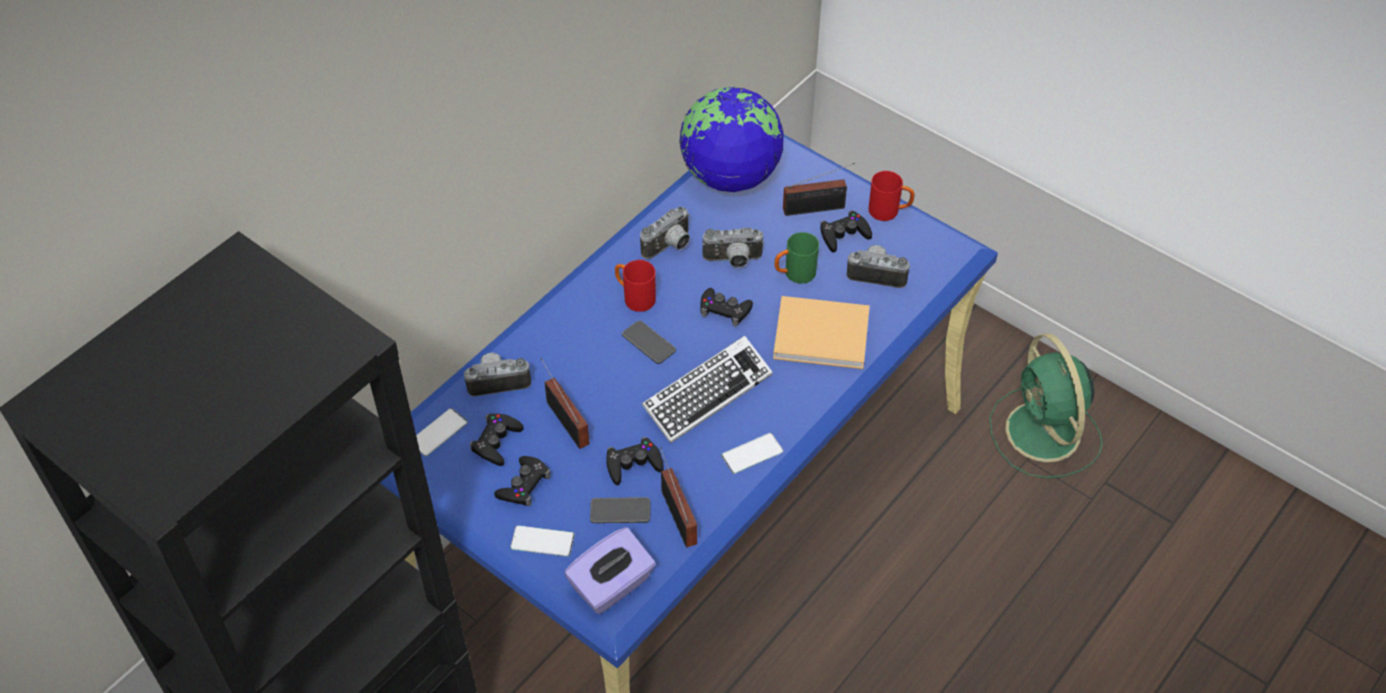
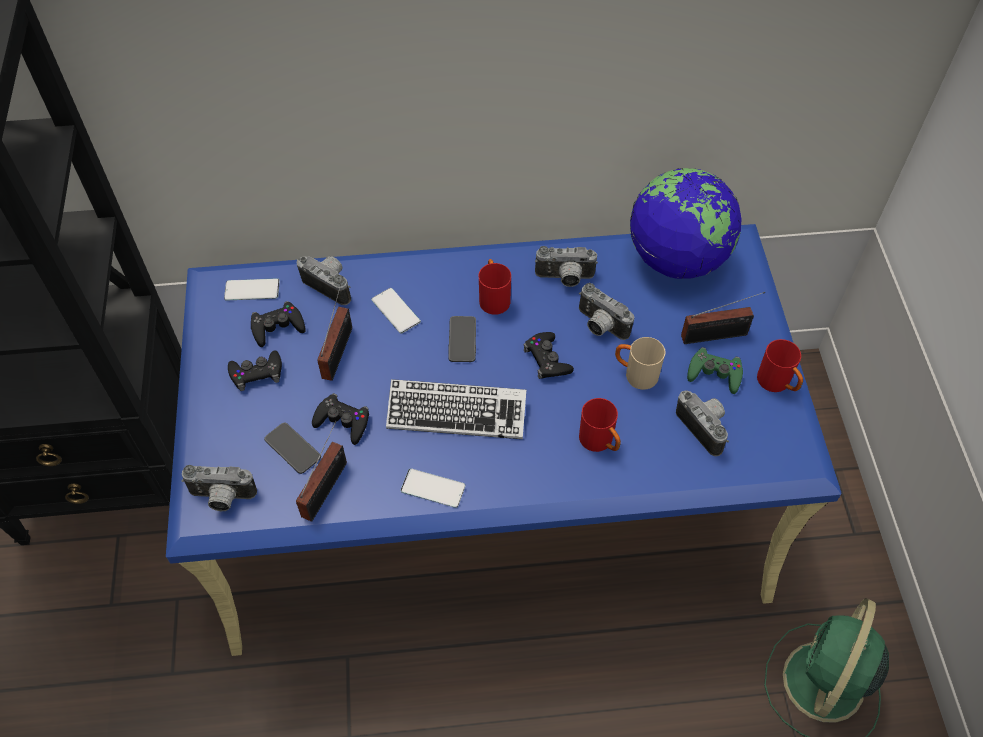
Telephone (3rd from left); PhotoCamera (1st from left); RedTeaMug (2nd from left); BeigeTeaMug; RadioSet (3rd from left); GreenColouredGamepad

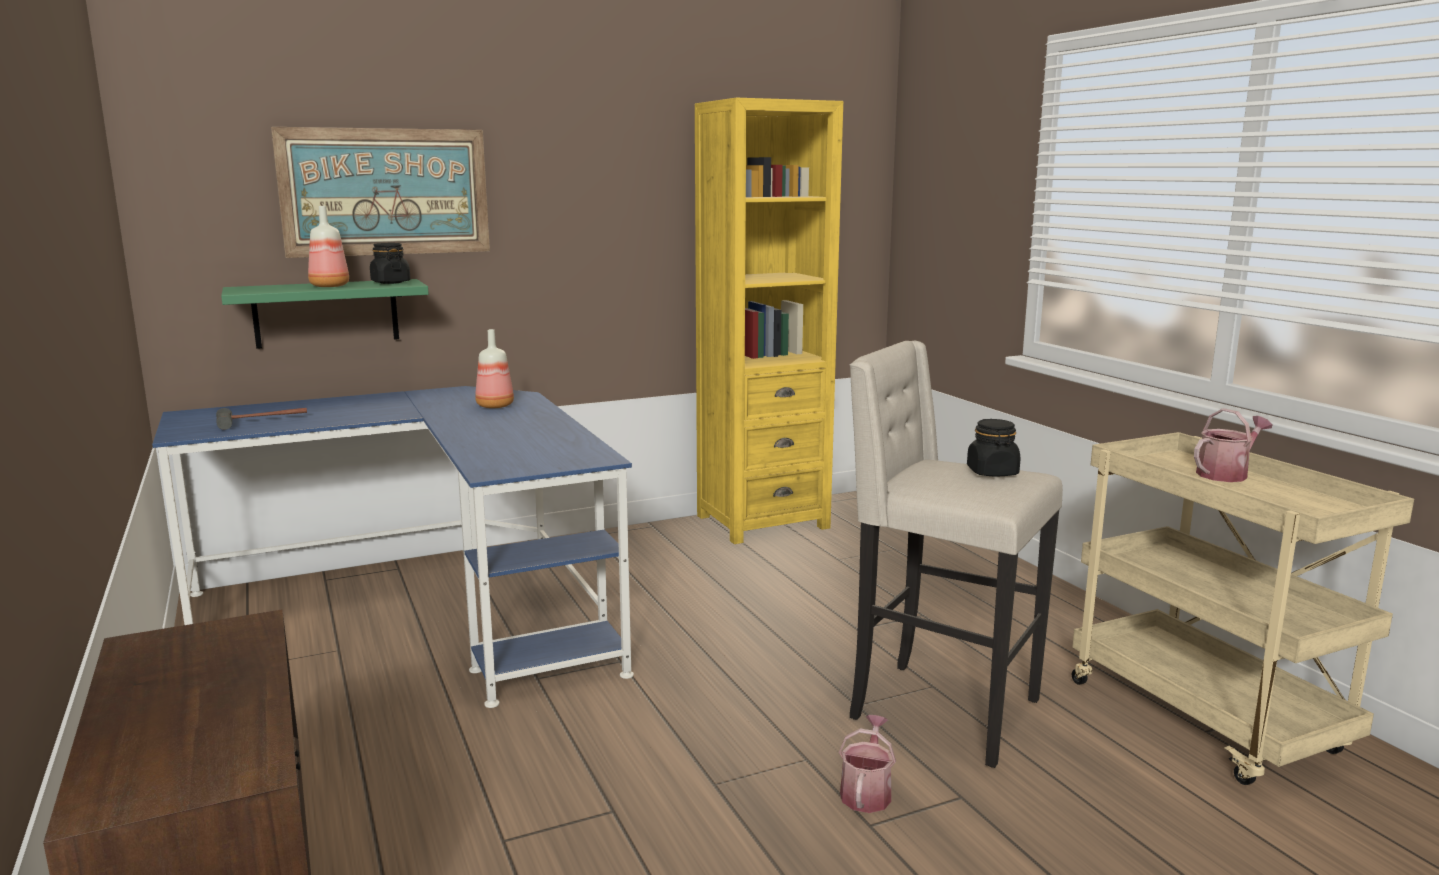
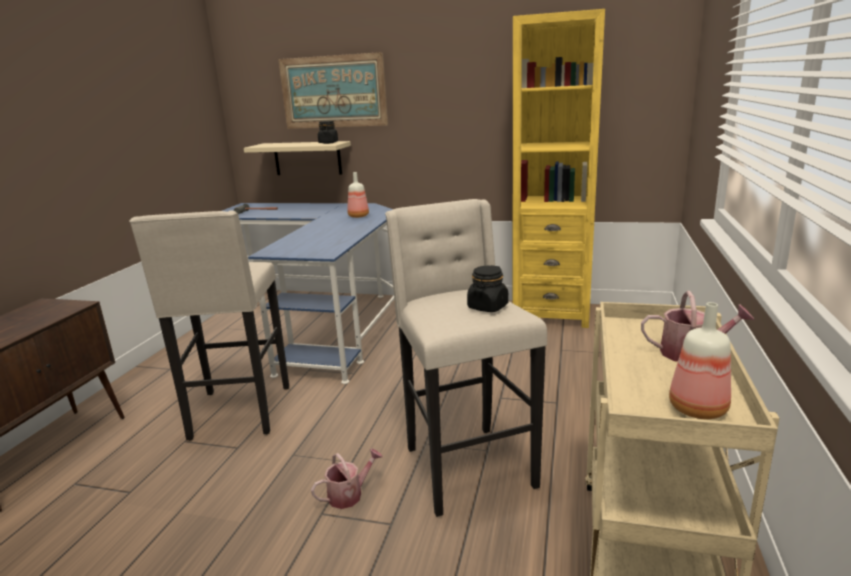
BeigeShelf; Bottle (2nd from left); BeigeSittingStool (1st from left)

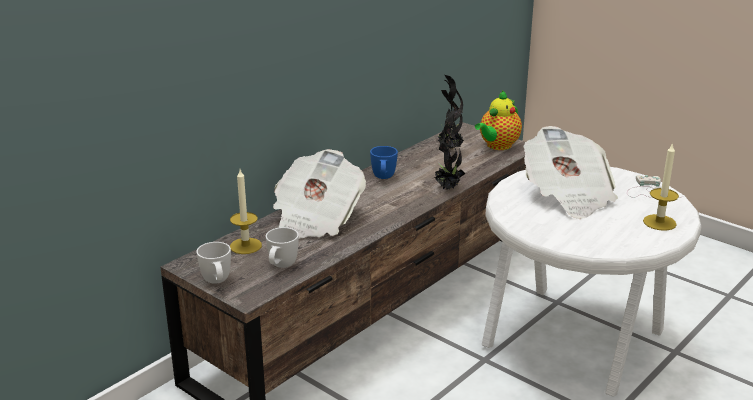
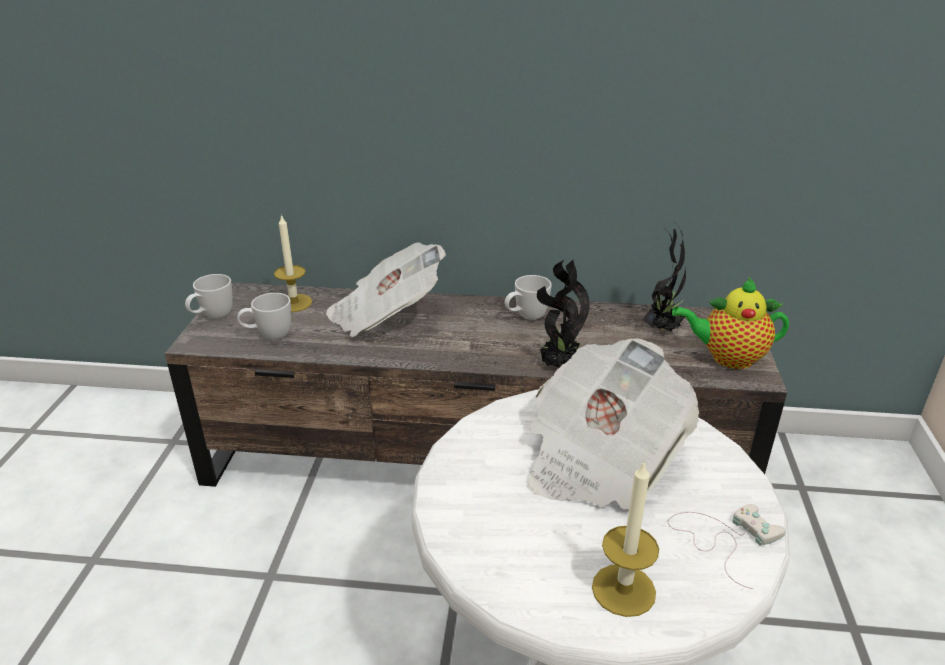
WhiteColouredTeaMug (3rd from left)

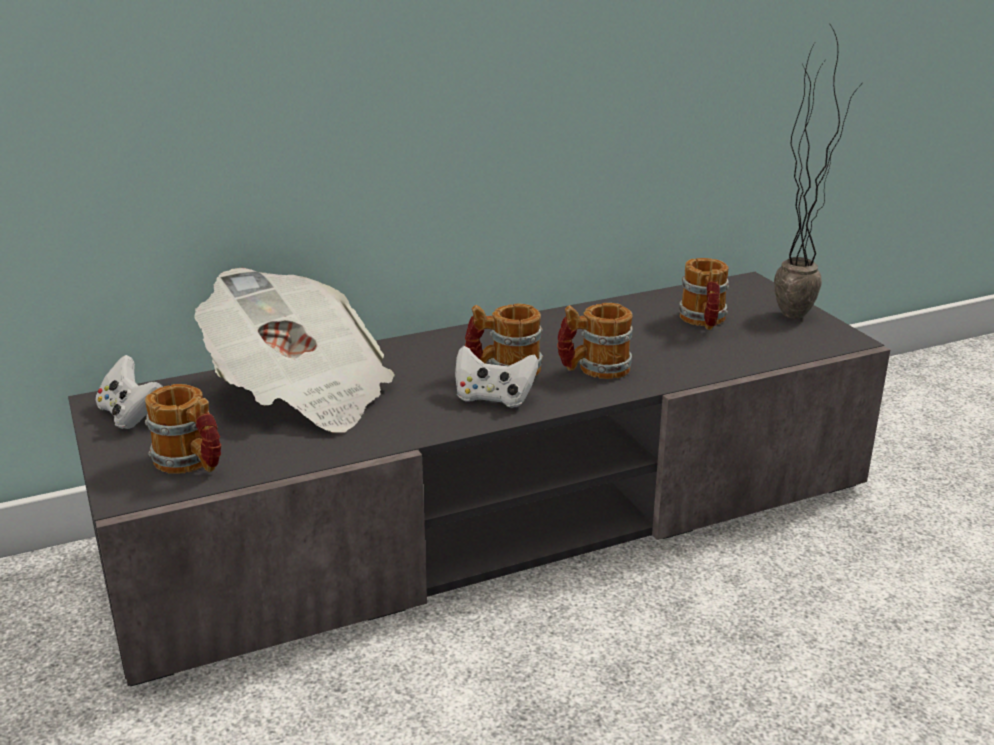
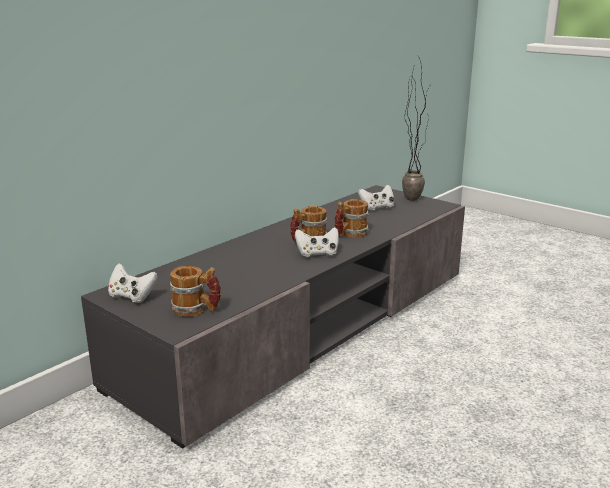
Newspaper; WhiteColouredGamepad (3rd from left)

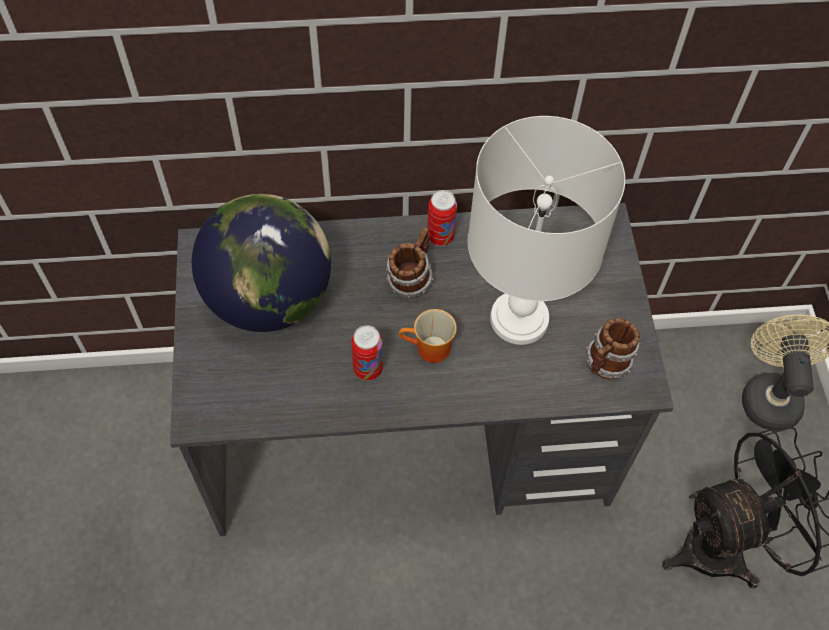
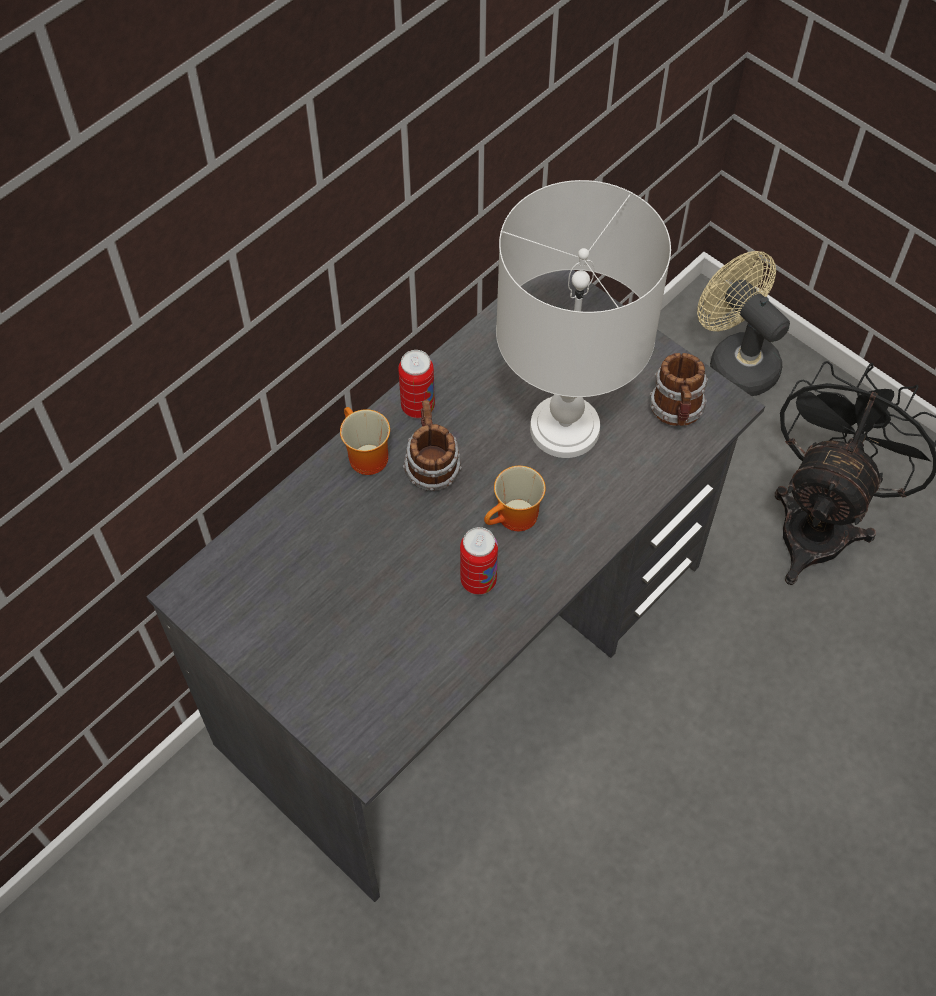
DeskGlobe; TeaMug (1st from left)

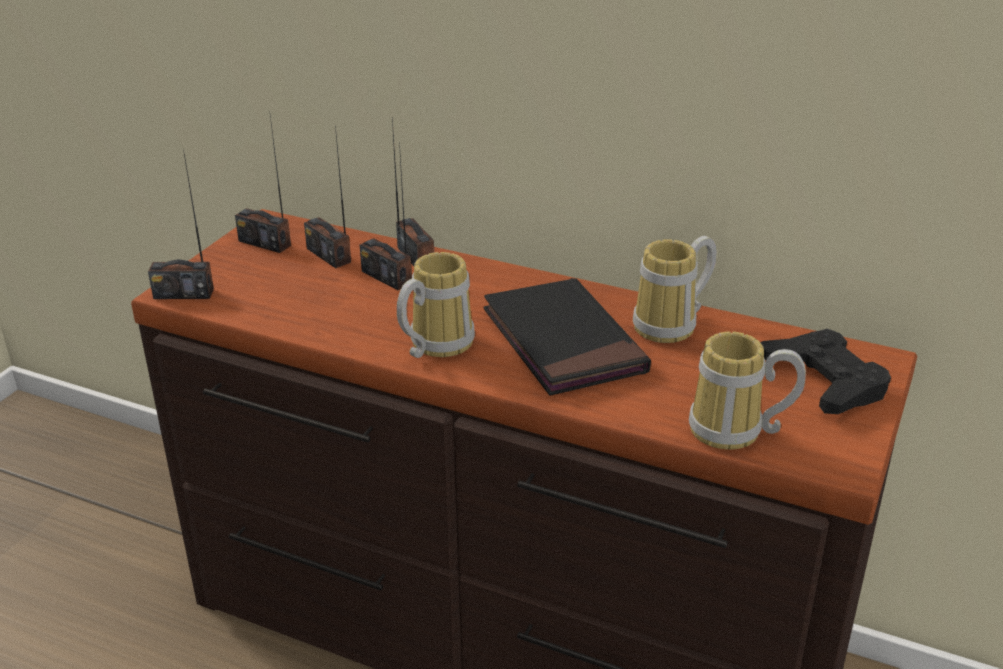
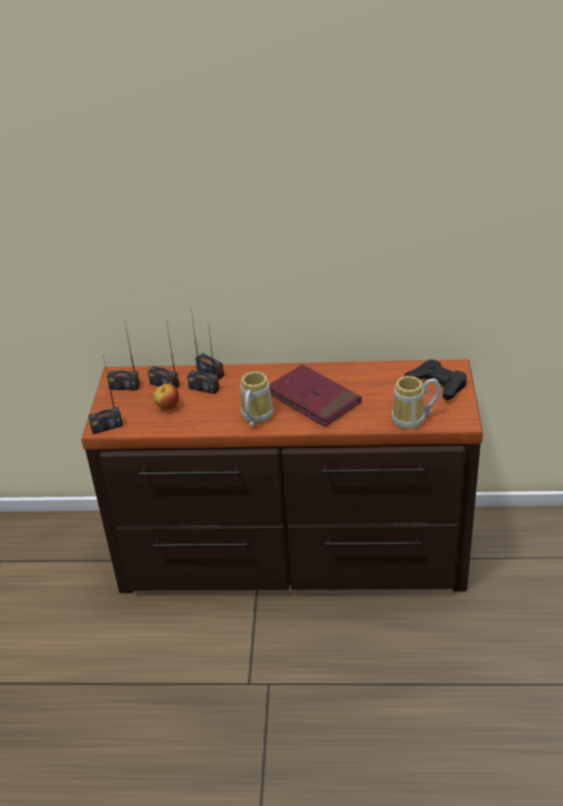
RedVolume; TeaMug (2nd from left in the first image); WholeApple

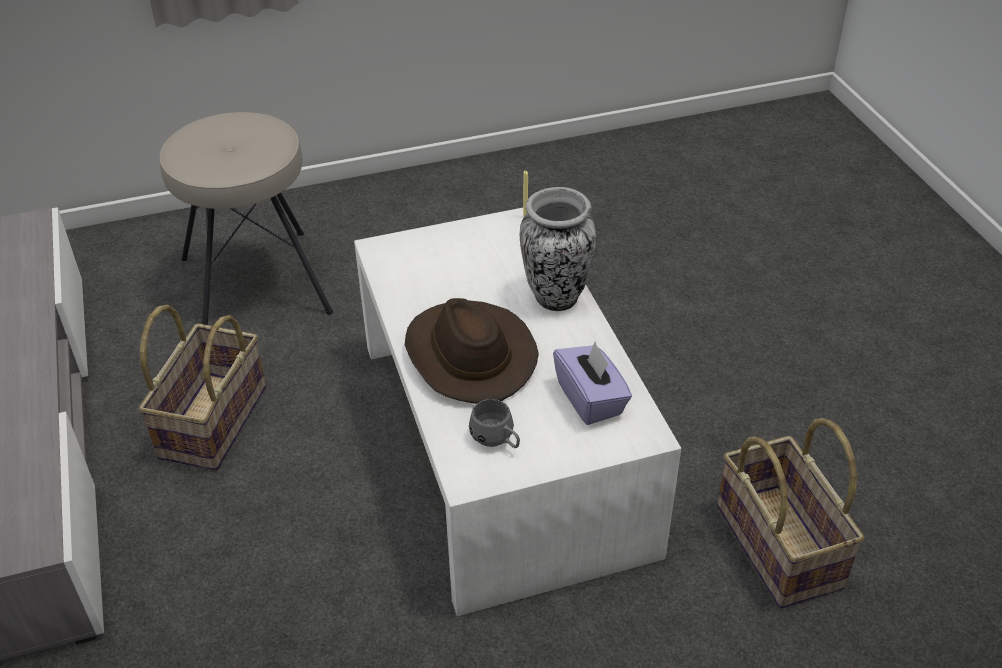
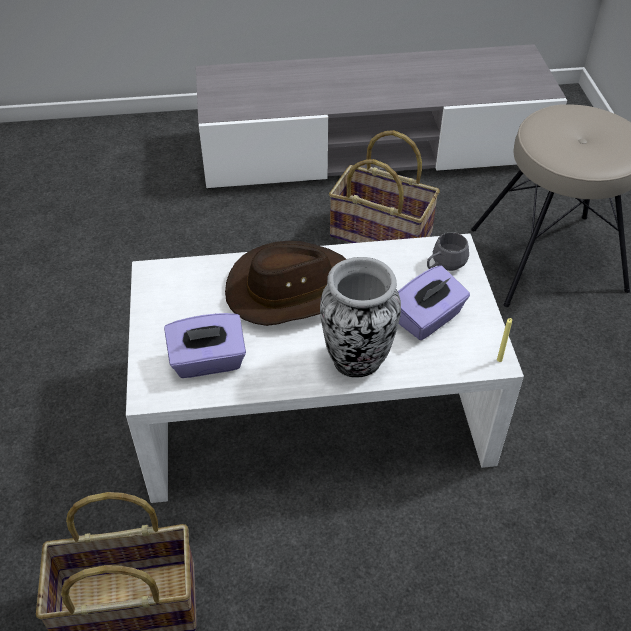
GrayTeaMug; PurpleColouredTissueHolder (2nd from left)

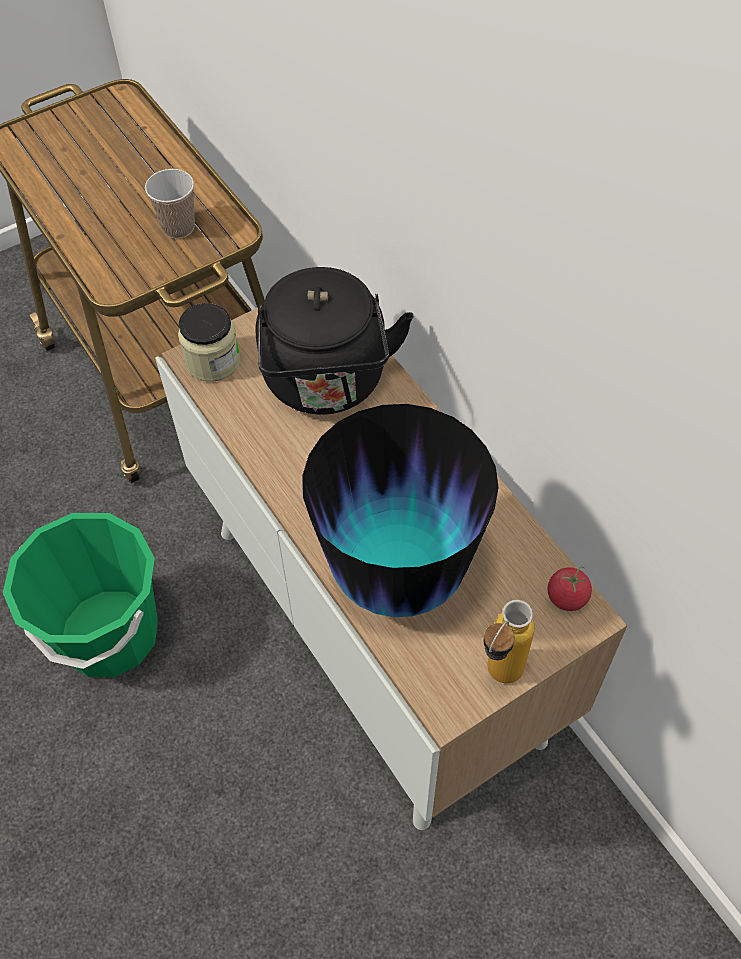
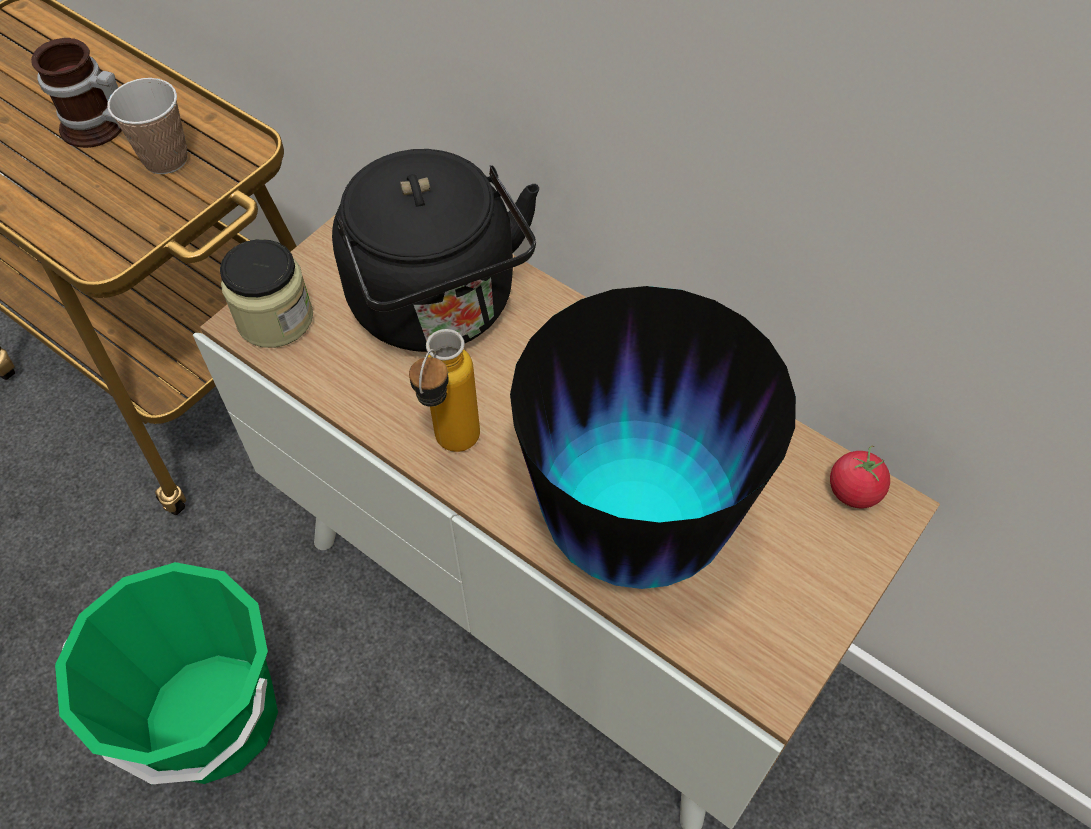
Bottle; TeaMug

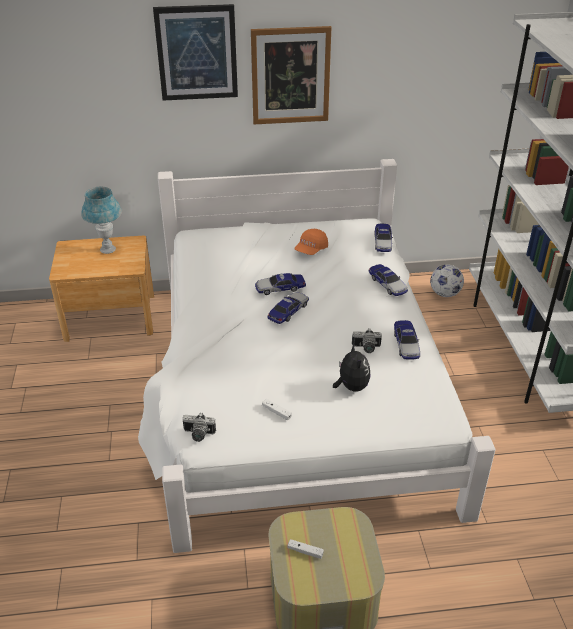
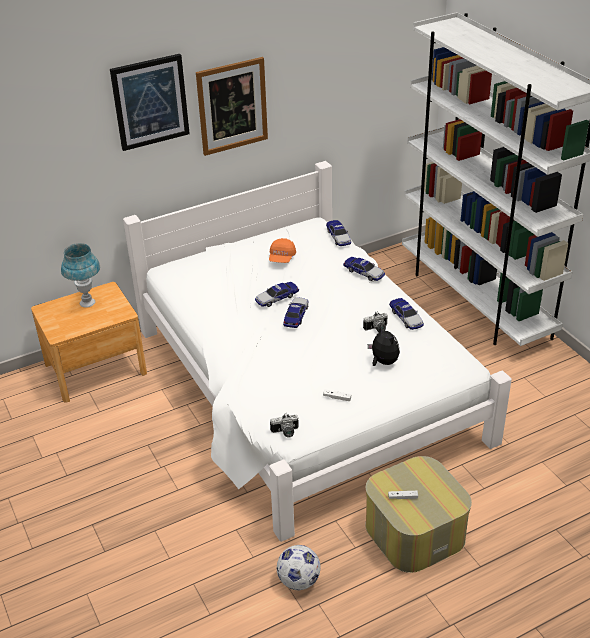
FootballBall

